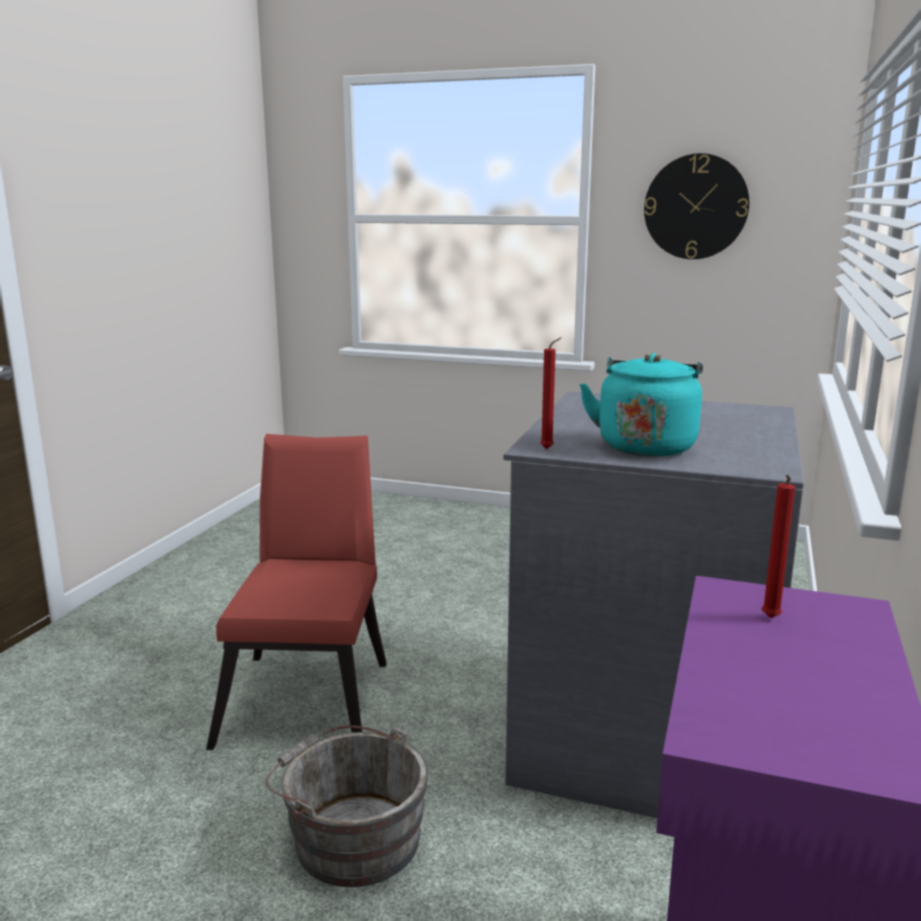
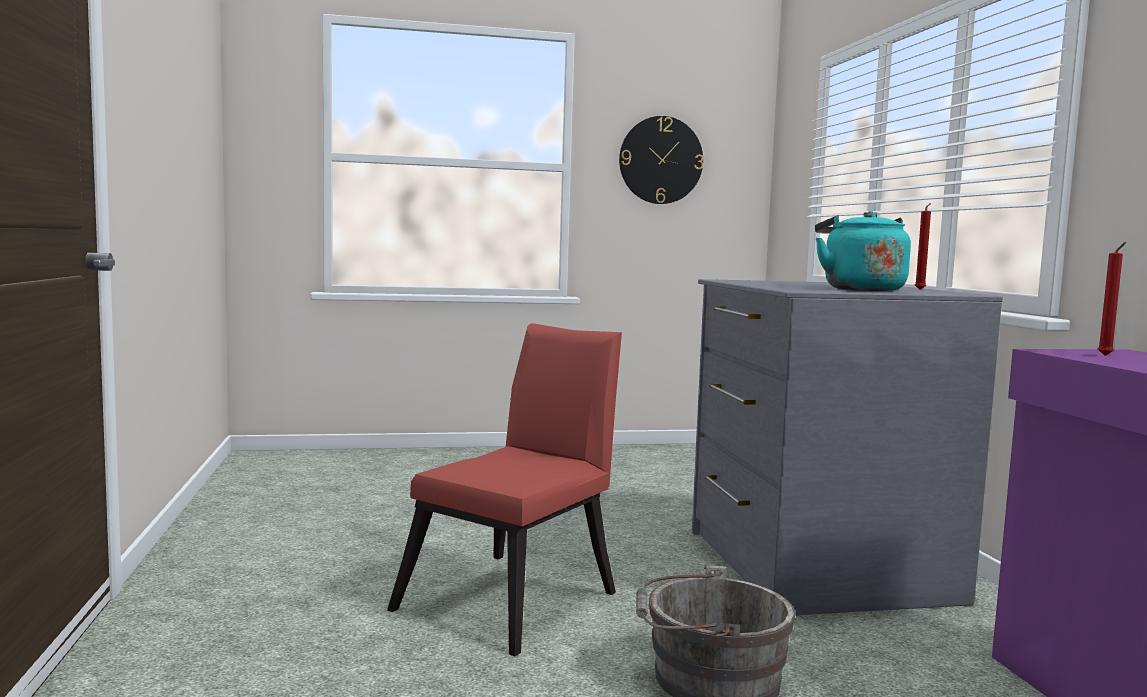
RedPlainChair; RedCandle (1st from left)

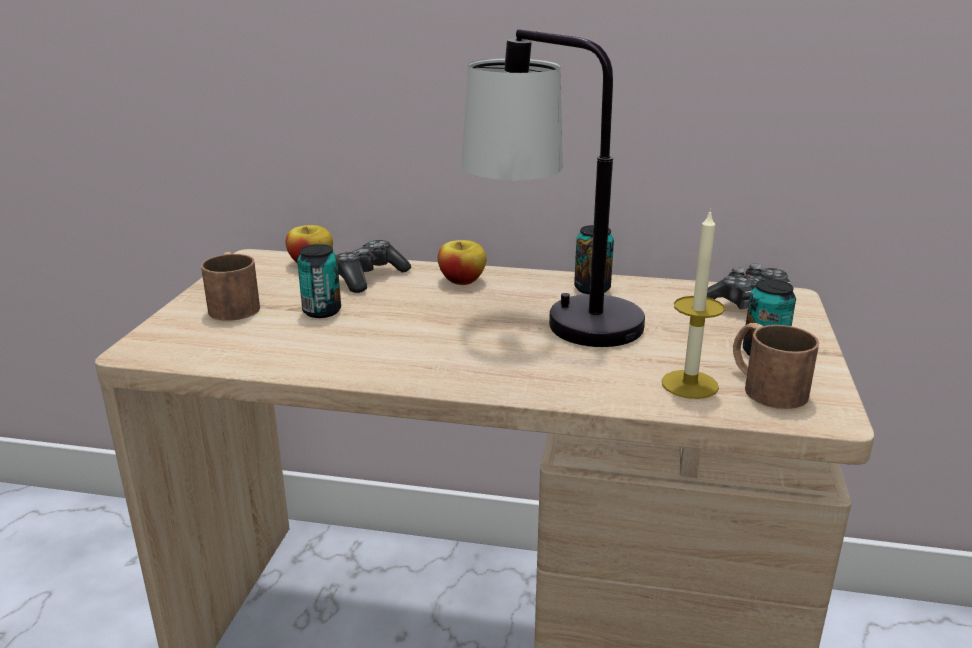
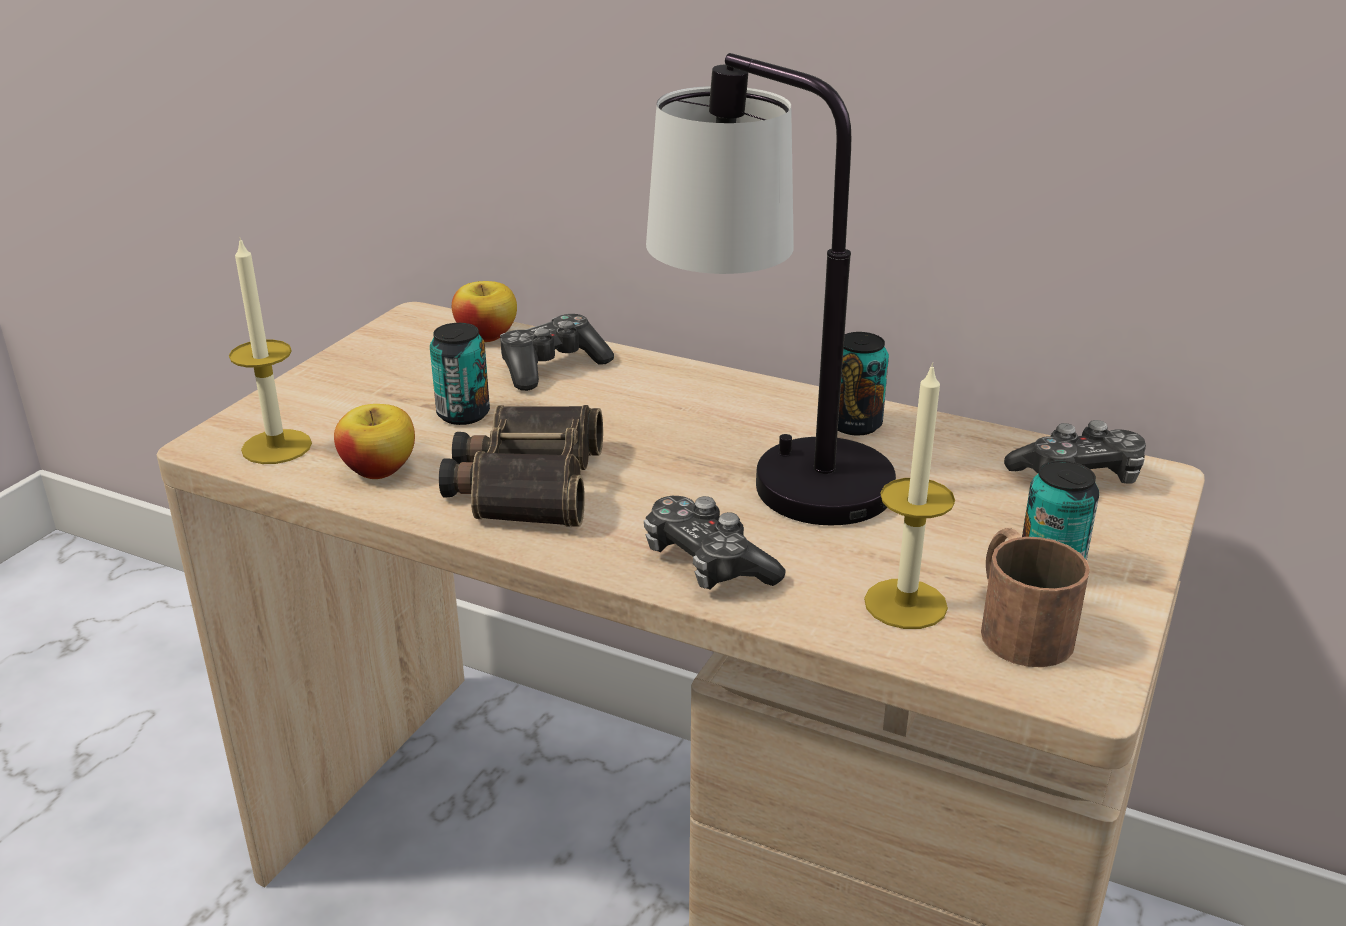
BrownTeaMug (1st from left in the first image); WholeApple (1st from left); Candle (1st from left); FieldGlasses; Gamepad (2nd from left)

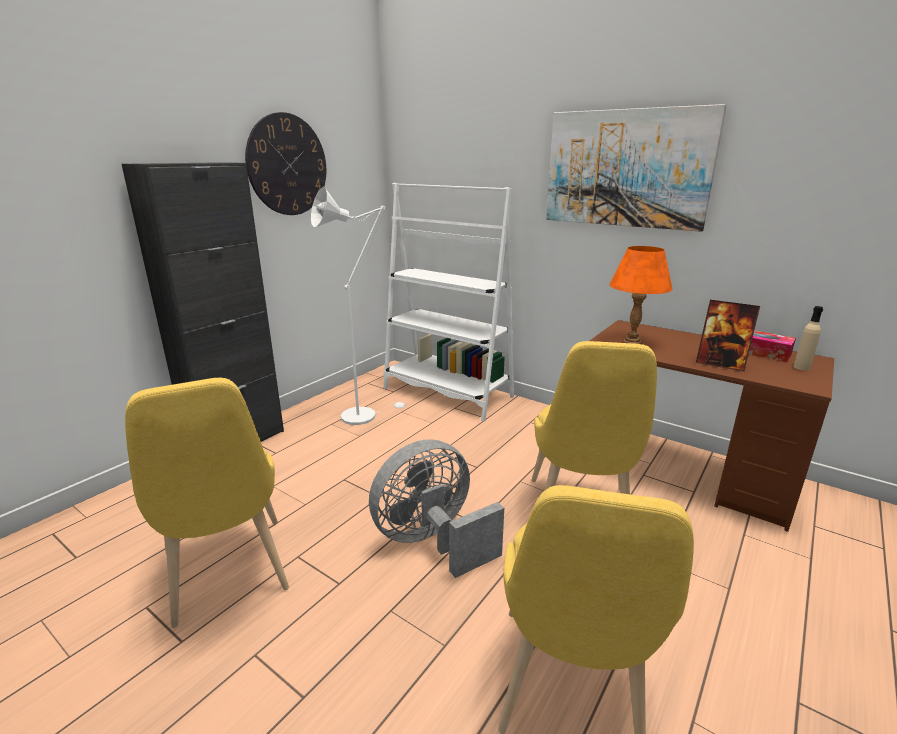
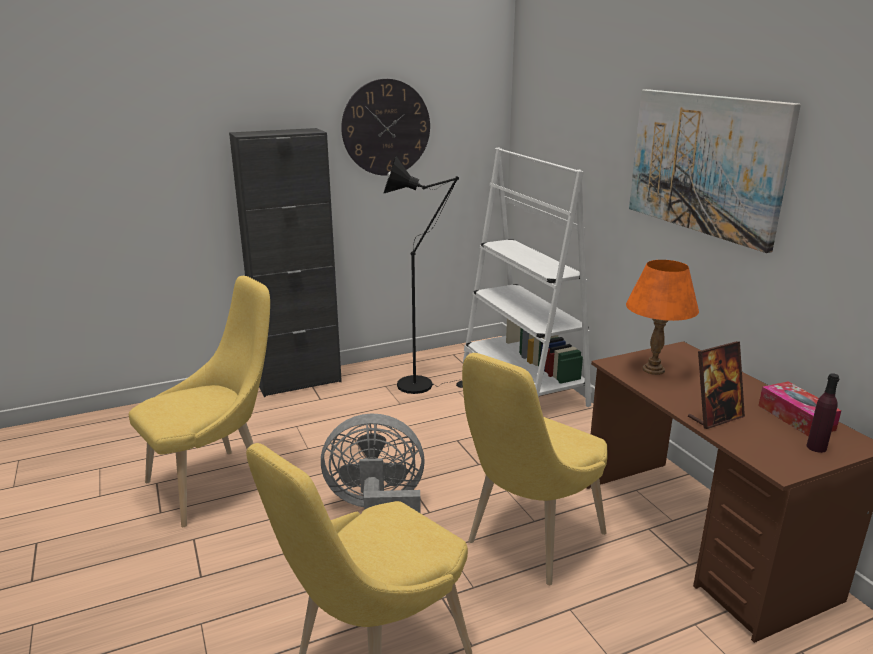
YellowColouredPlainChair (1st from left); BlackColouredFloorLamp; PhotoFrame; PurpleColouredBottle

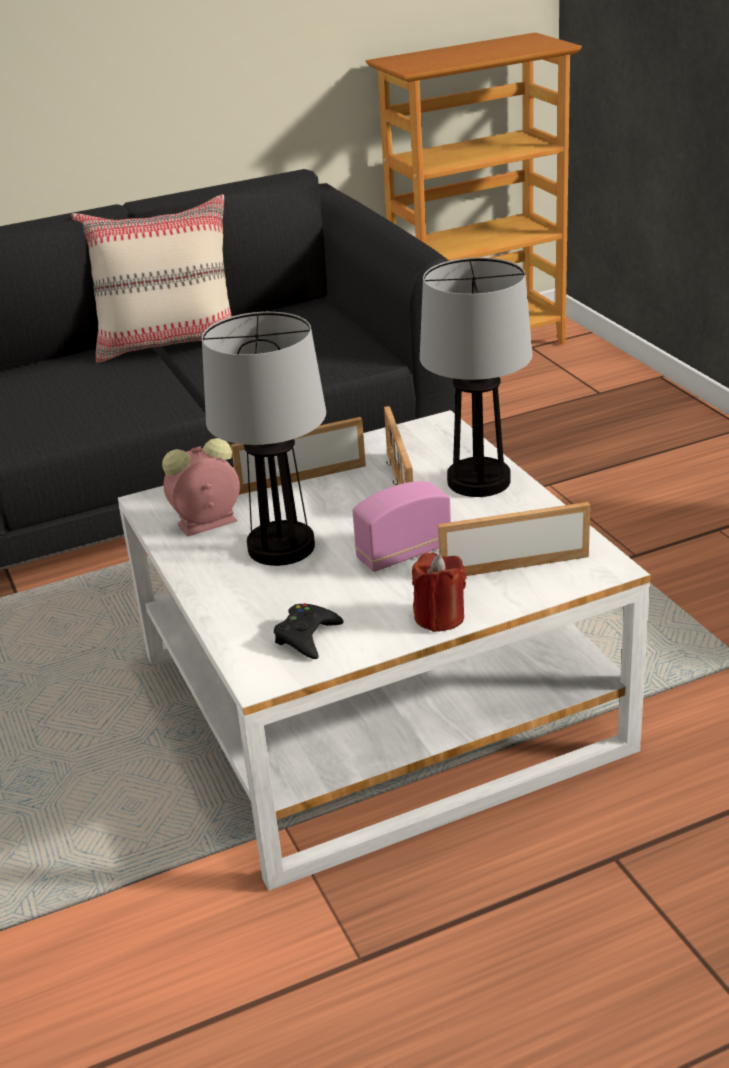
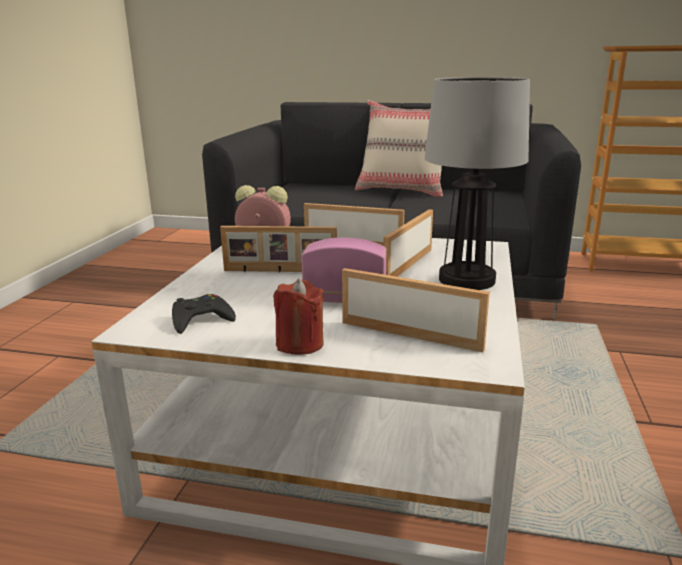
PhotoFrame (1st from left)

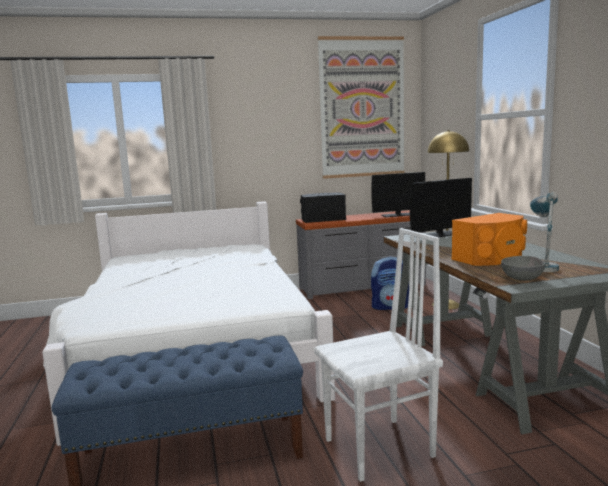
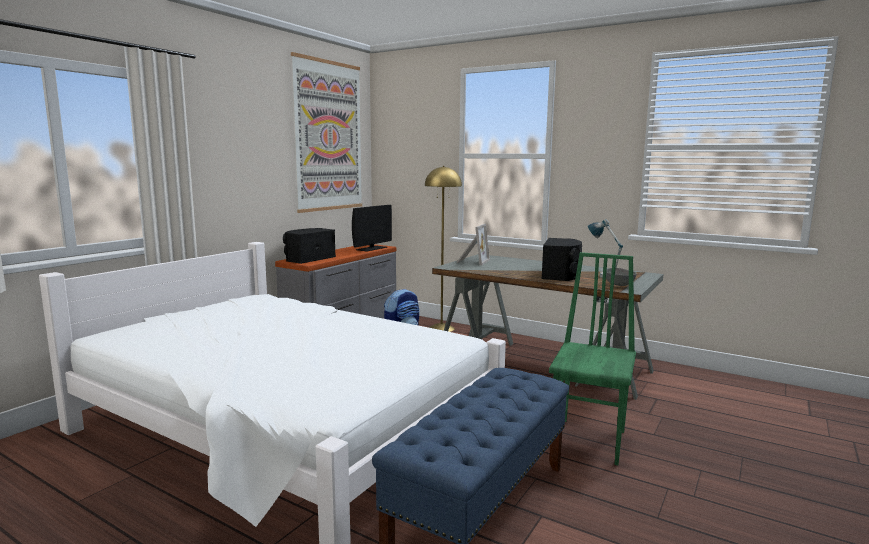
GreenColouredPlainChair; PhotoFrame; BlackColouredSpeaker (2nd from left)

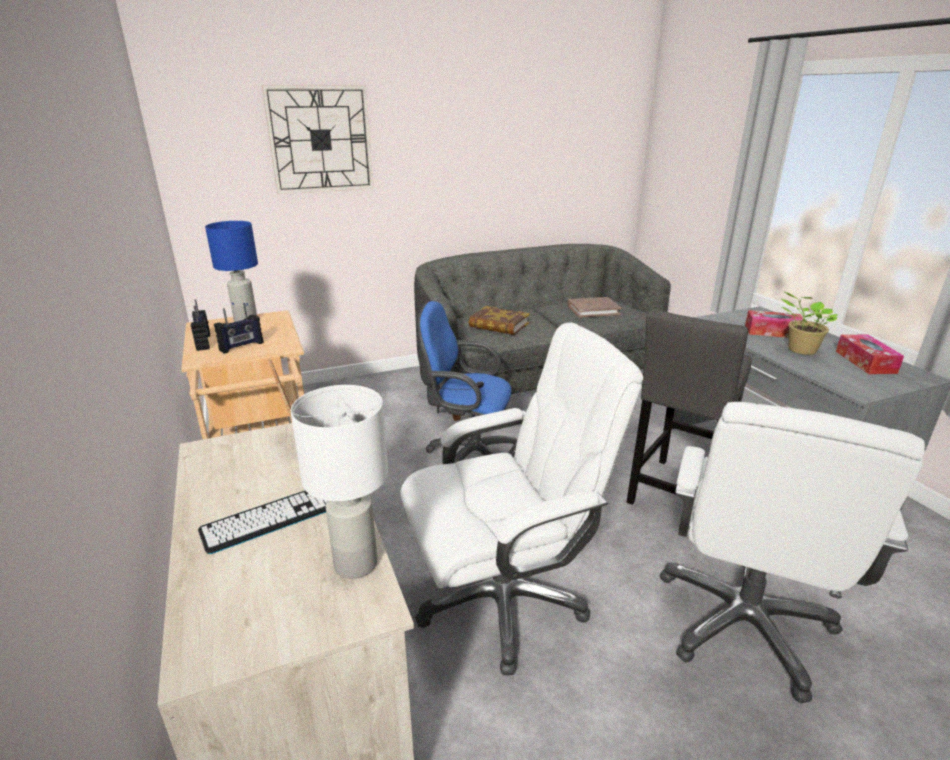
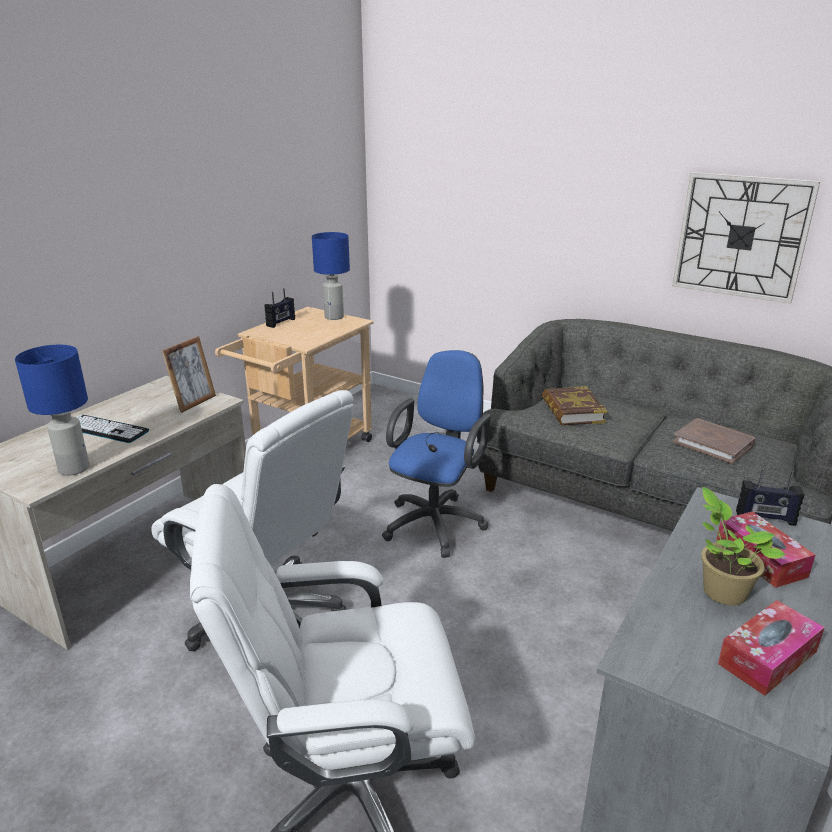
RadioSet (2nd from left); WallClock; BluishTabletopLamp (1st from left); BluishOfficeChair; GraySittingStool

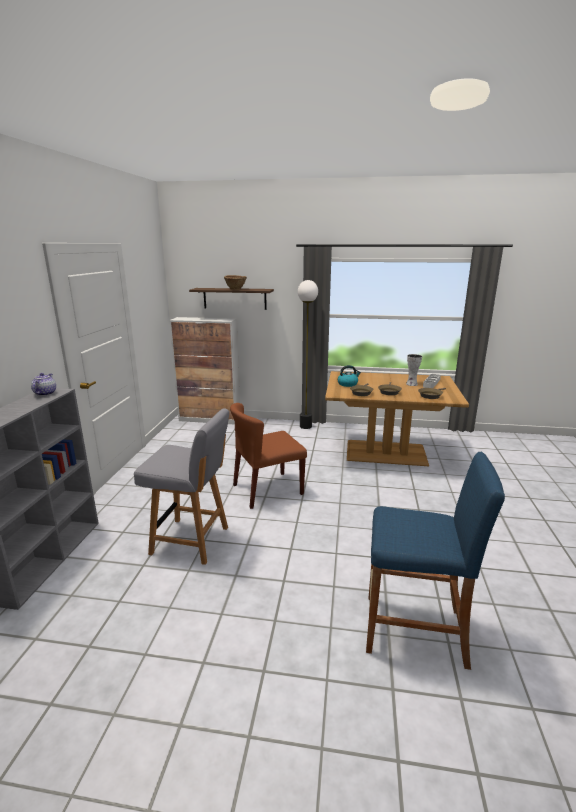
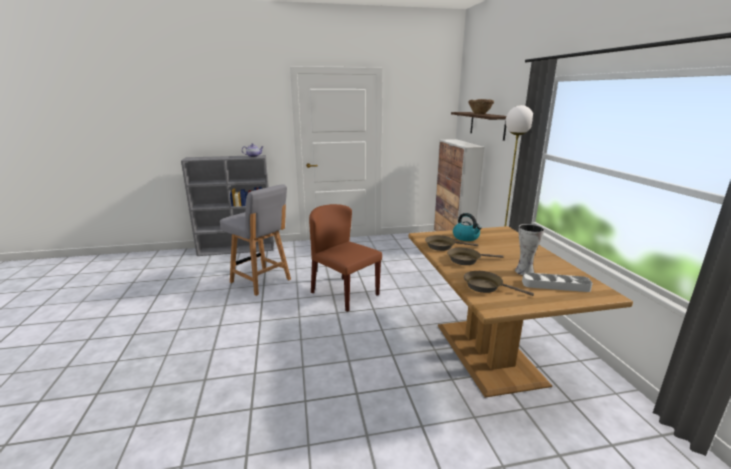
GrayPlainChair; BluishSittingStool

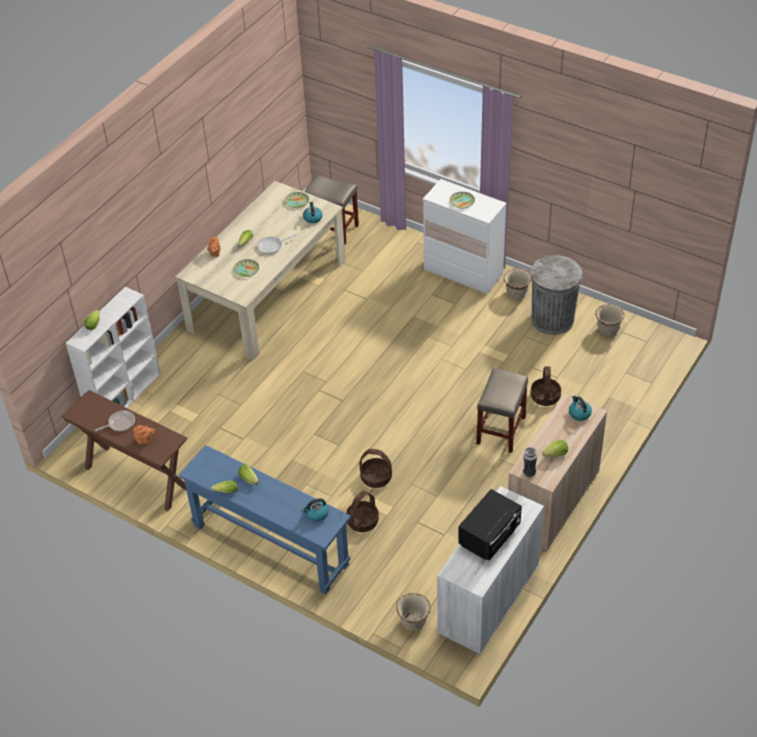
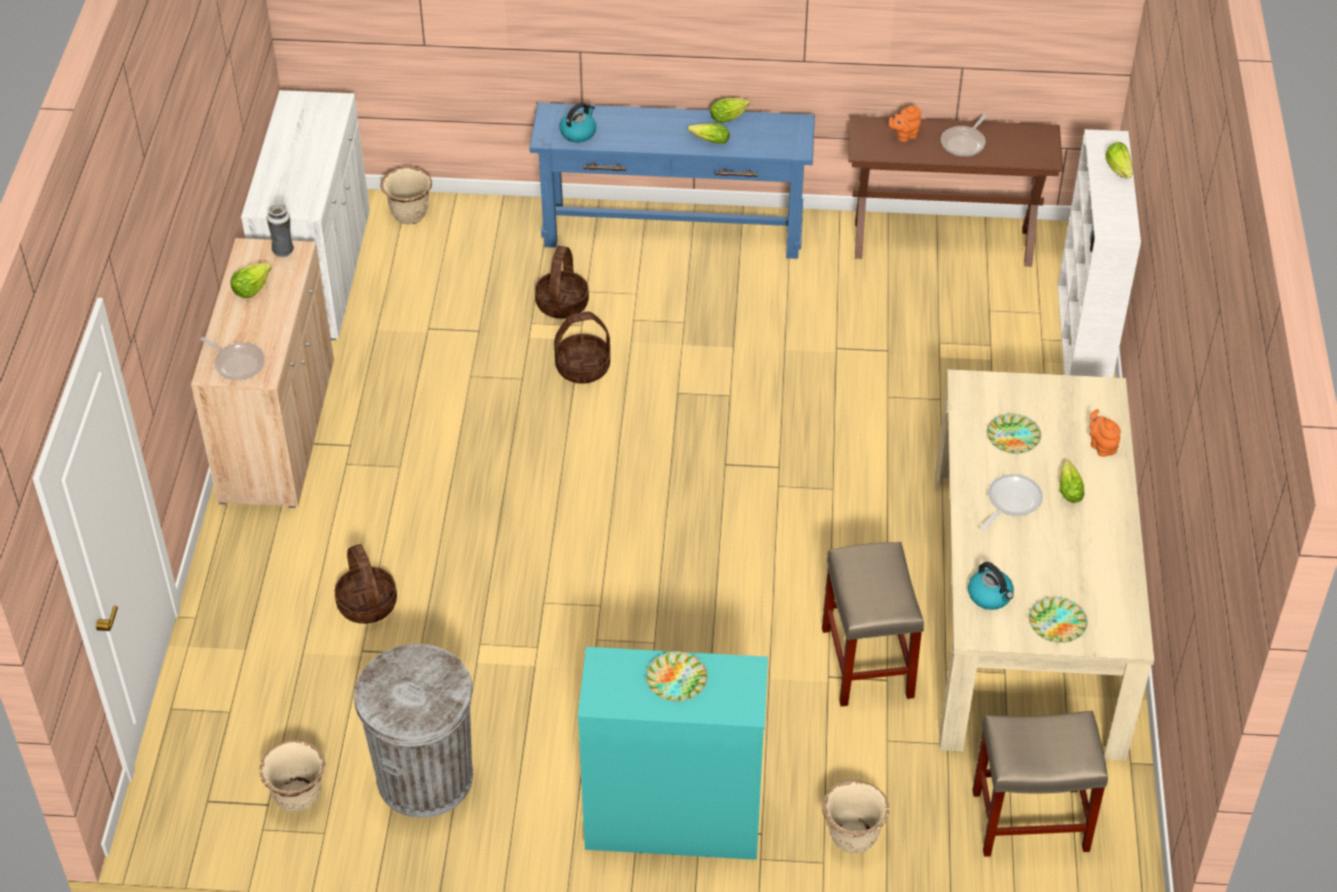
TurquoiseColouredDrawerChest; BlackColouredMicrowave; BeigeSittingStool (1st from left); BeigePlantPot (3rd from left); Skillet (1st from left)

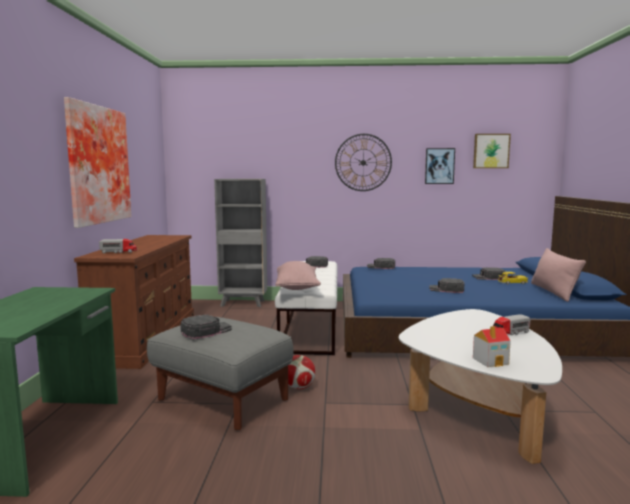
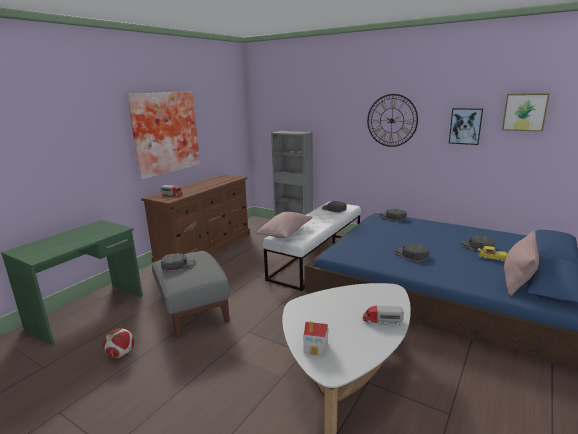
FootballBall

